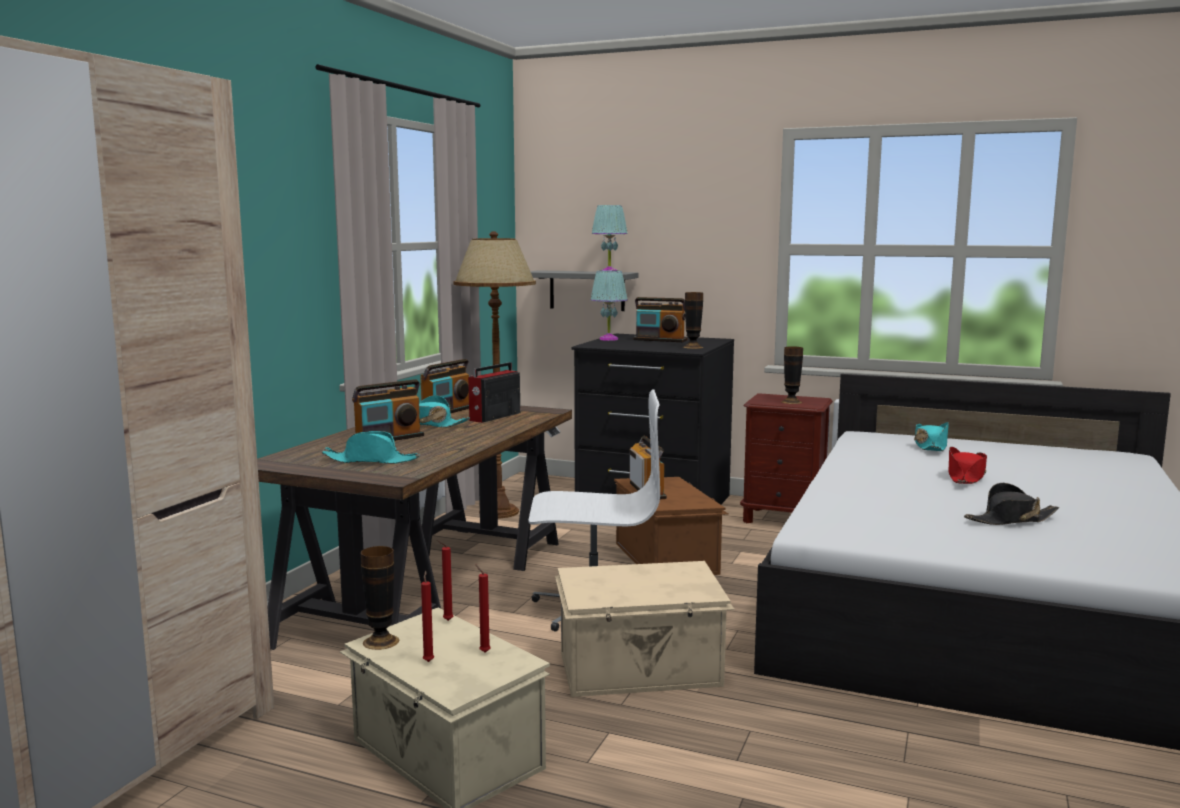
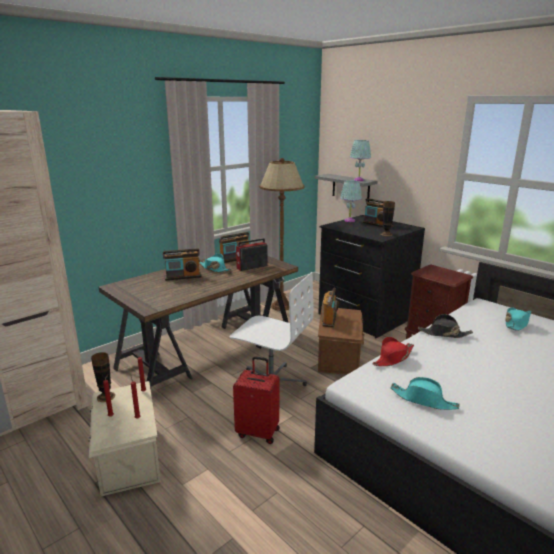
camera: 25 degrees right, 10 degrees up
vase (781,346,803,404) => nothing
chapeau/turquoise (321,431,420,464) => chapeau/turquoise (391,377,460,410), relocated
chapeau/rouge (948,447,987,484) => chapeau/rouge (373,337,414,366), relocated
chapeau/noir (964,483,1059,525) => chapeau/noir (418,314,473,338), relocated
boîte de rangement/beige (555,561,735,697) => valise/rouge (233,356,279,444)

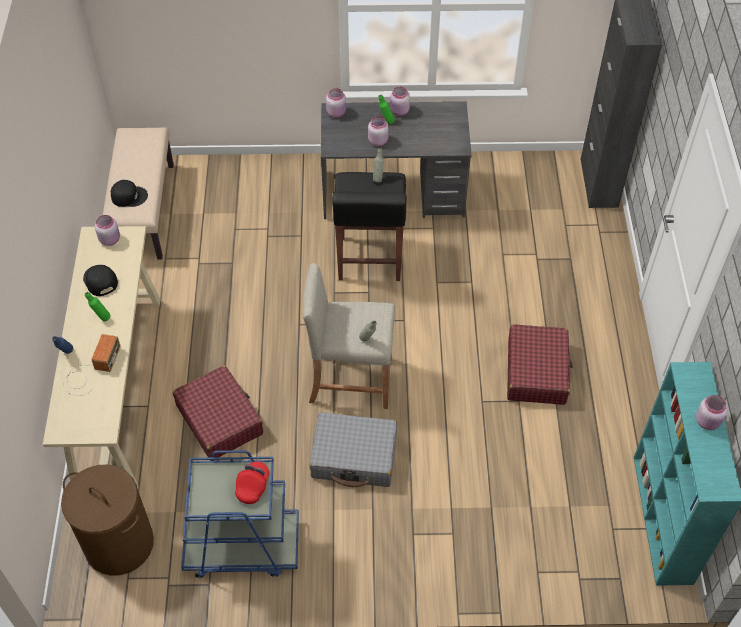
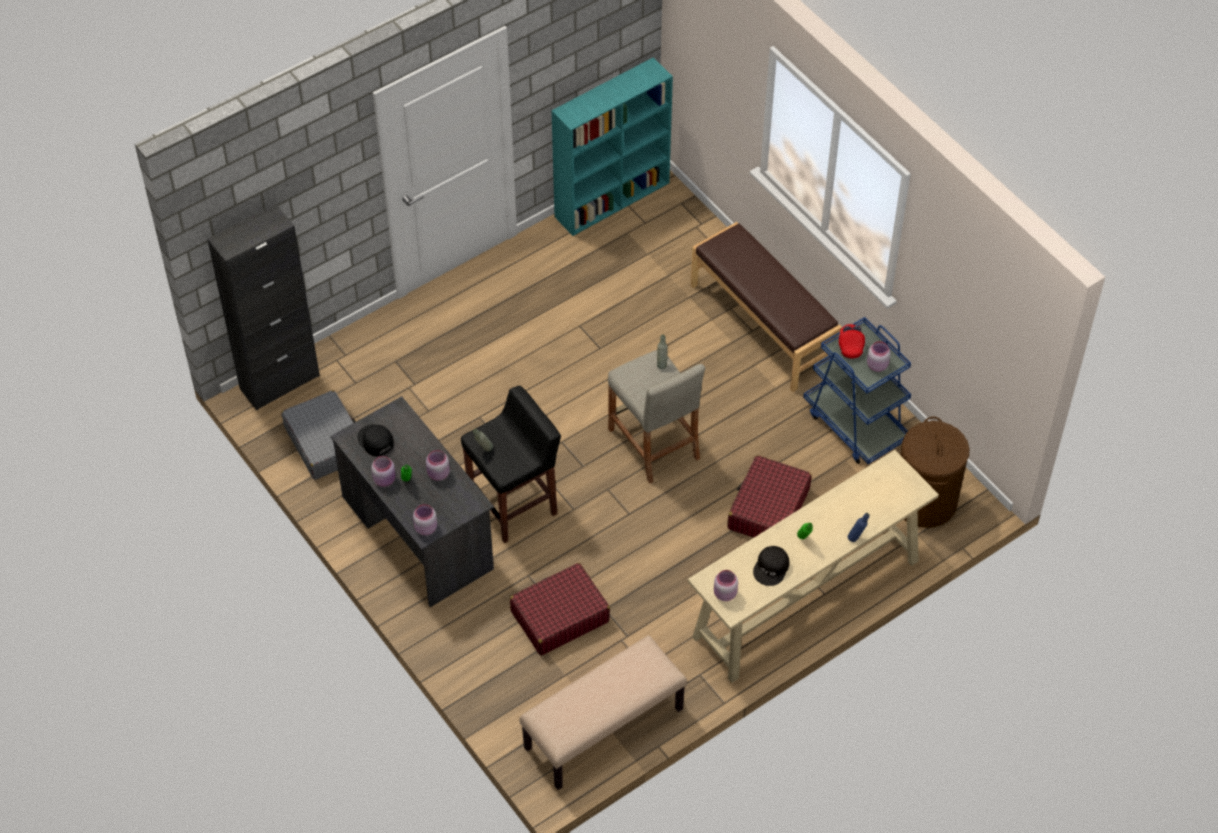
camera: 125 degrees left, 0 degrees up
casquette/noir (111,180,148,207) => casquette/noir (357,424,394,456), relocated
valise/rouge (507,324,573,405) => valise/rouge (510,563,610,656), relocated
radio (63,334,121,396) => nothing
bocal/rose (696,395,727,430) => bocal/rose (867,341,891,372), relocated
valise/gris (309,412,397,487) => valise/gris (281,390,356,480), relocated
casquette/rouge (235,461,269,504) => casquette/rouge (839,324,865,359), 105 degrees clockwise
nothing => banc/marron (691,222,842,392)

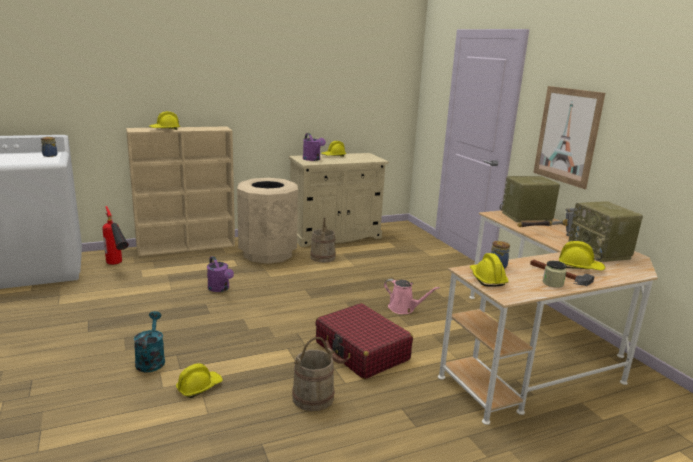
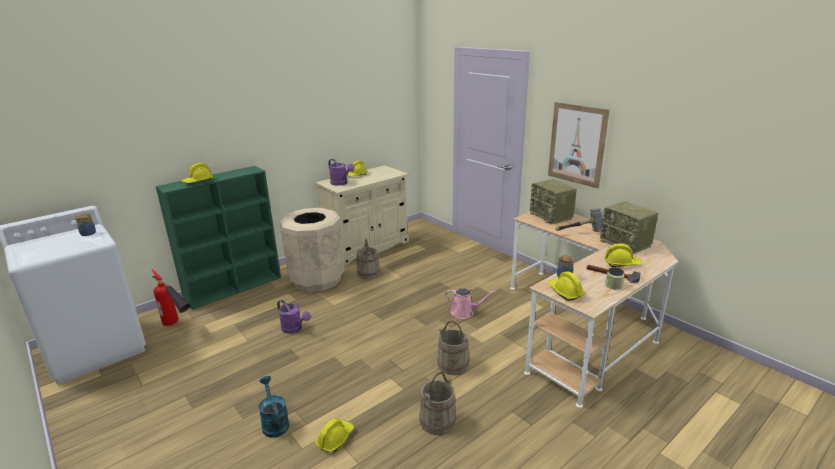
camera: 15 degrees left, 5 degrees up
bibliothèque/beige (126,126,235,256) => bibliothèque/vert (156,166,281,310)
radio (500,176,560,222) => radio (530,179,577,224), 90 degrees counterclockwise
valise/rouge (315,303,413,379) => seau/beige (437,321,469,375)

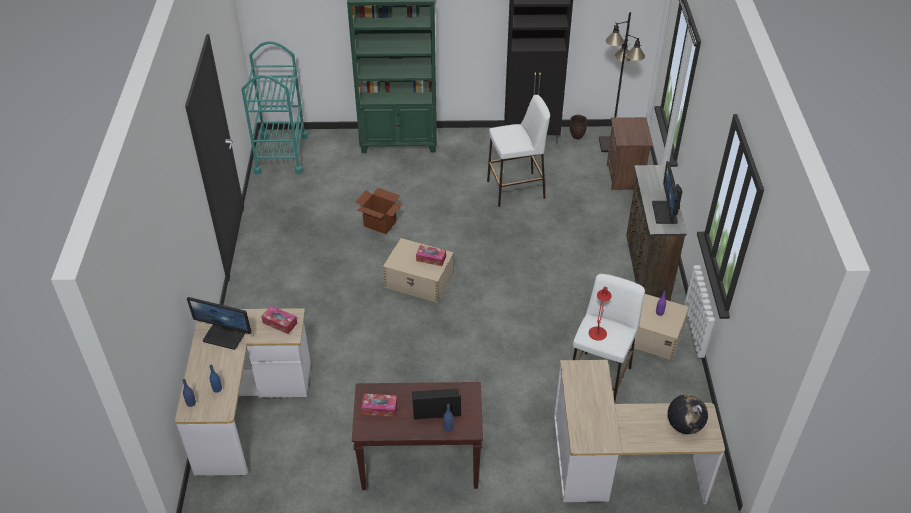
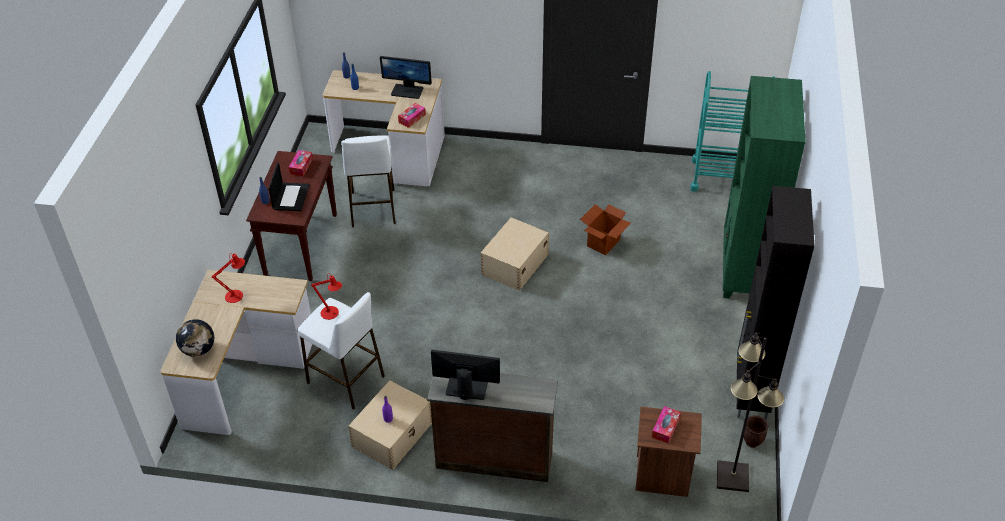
camera: 100 degrees right, 0 degrees up
tabouret/blanc (487,95,550,207) => tabouret/blanc (341,135,396,227), relocated
boîte à mouchoirs (416,245,446,266) => boîte à mouchoirs (652,406,681,443), relocated
écran d'ordinateur (187,297,251,350) => écran d'ordinateur (380,56,432,99), 105 degrees counterclockwise
nothing => lampe de table/rouge (212,253,245,303)

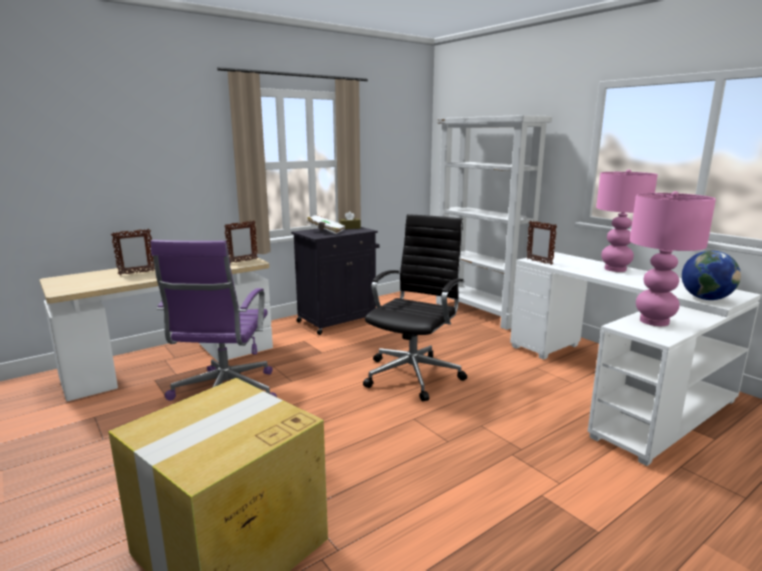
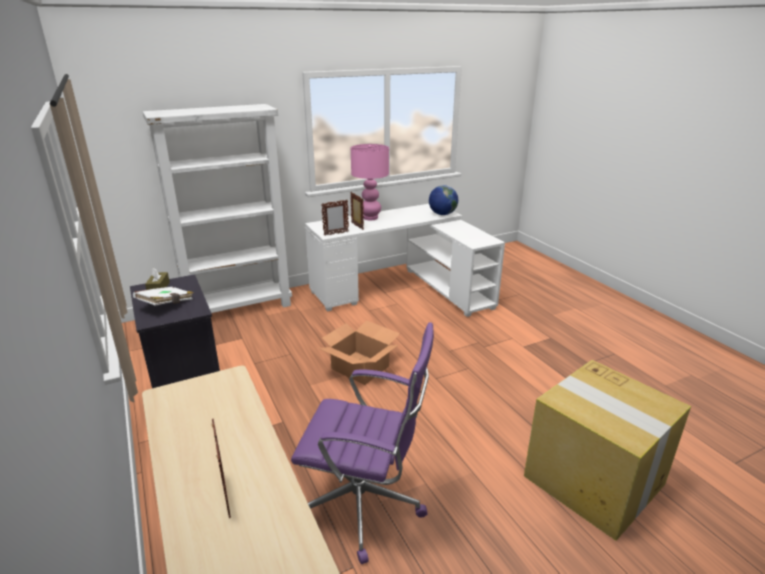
camera: 80 degrees left, 10 degrees up
lampe de table/rose (630,191,716,326) => nothing
chaise de bureau/noir (363,214,467,401) => carton (318,320,400,385)
cadre photo (224,220,258,263) => cadre photo (351,192,364,230), relocated

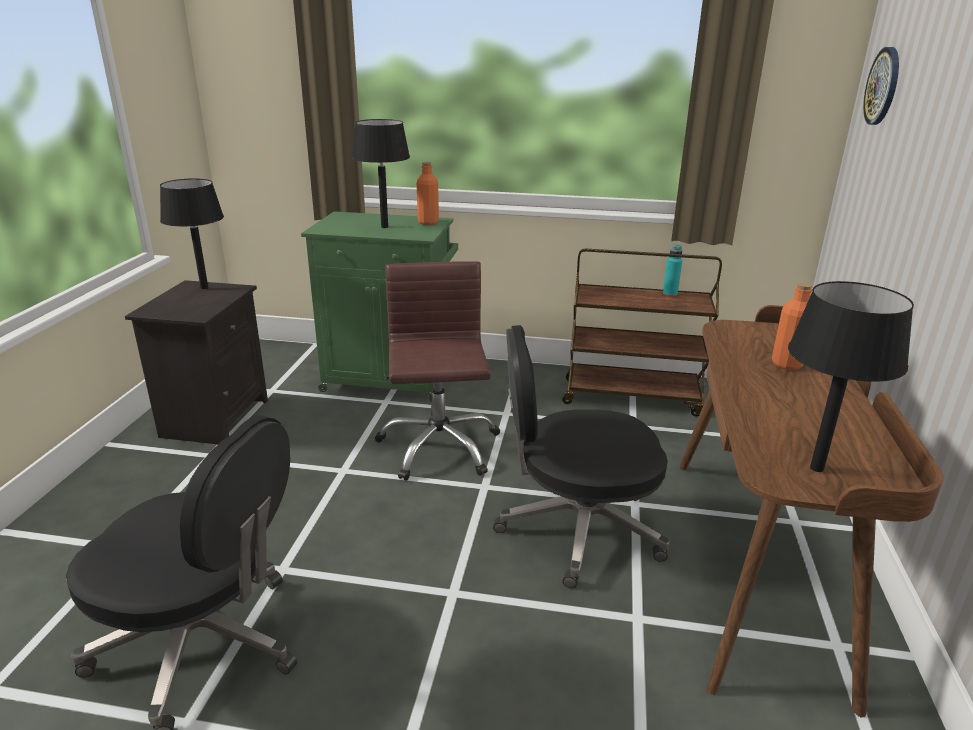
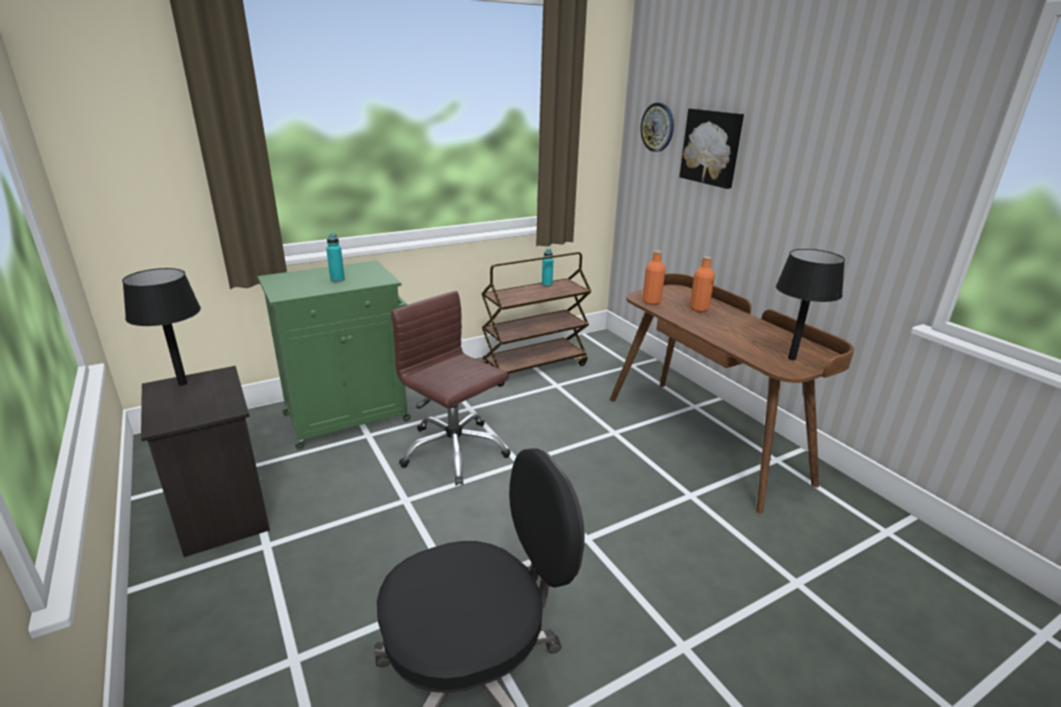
camera: 40 degrees left, 0 degrees up
lampe de table/noir (352,119,410,228) => bouteille/turquoise (326,233,345,282)
bouteille/orange (417,162,439,225) => bouteille/orange (642,250,666,305), relocated
chaise de bureau/noir (493,325,669,588) => nothing
nothing => tableau (679,108,744,189)

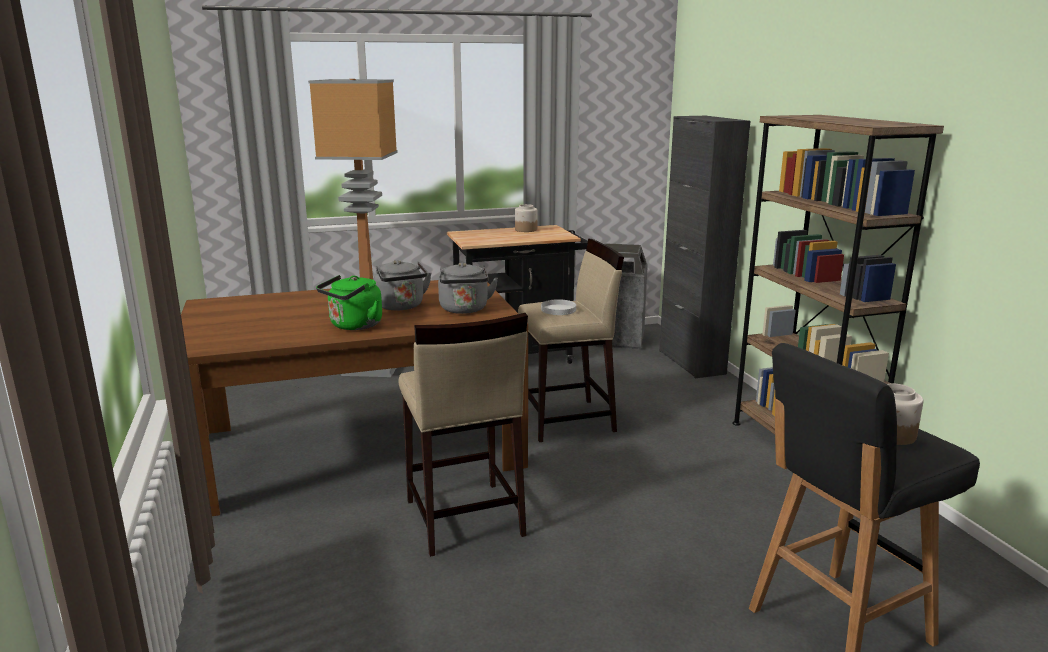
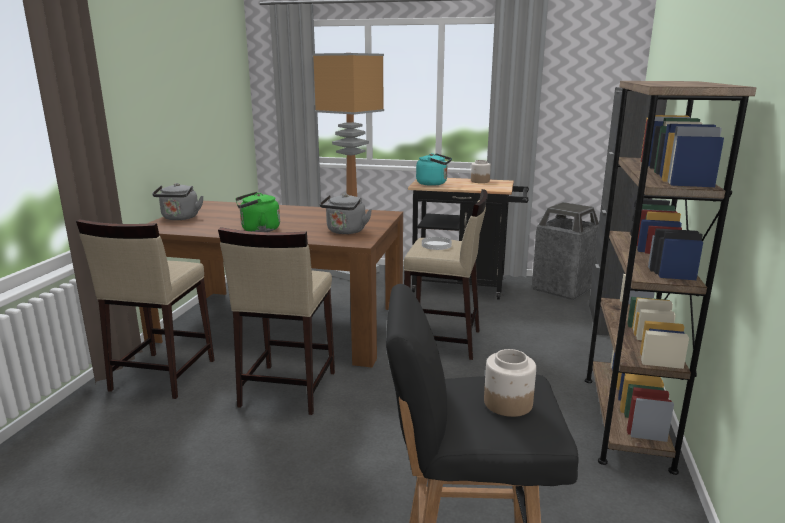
camera: 30 degrees right, 0 degrees up
bouilloire/gris (374,260,432,310) => bouilloire/gris (152,183,204,220), relocated
nothing => bouilloire/turquoise (416,153,452,186)
nothing => tabouret/beige (76,219,214,399)

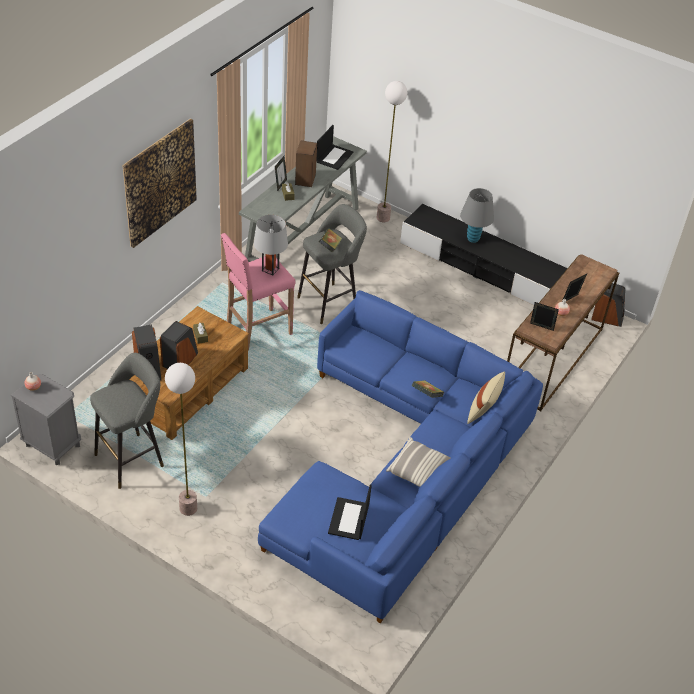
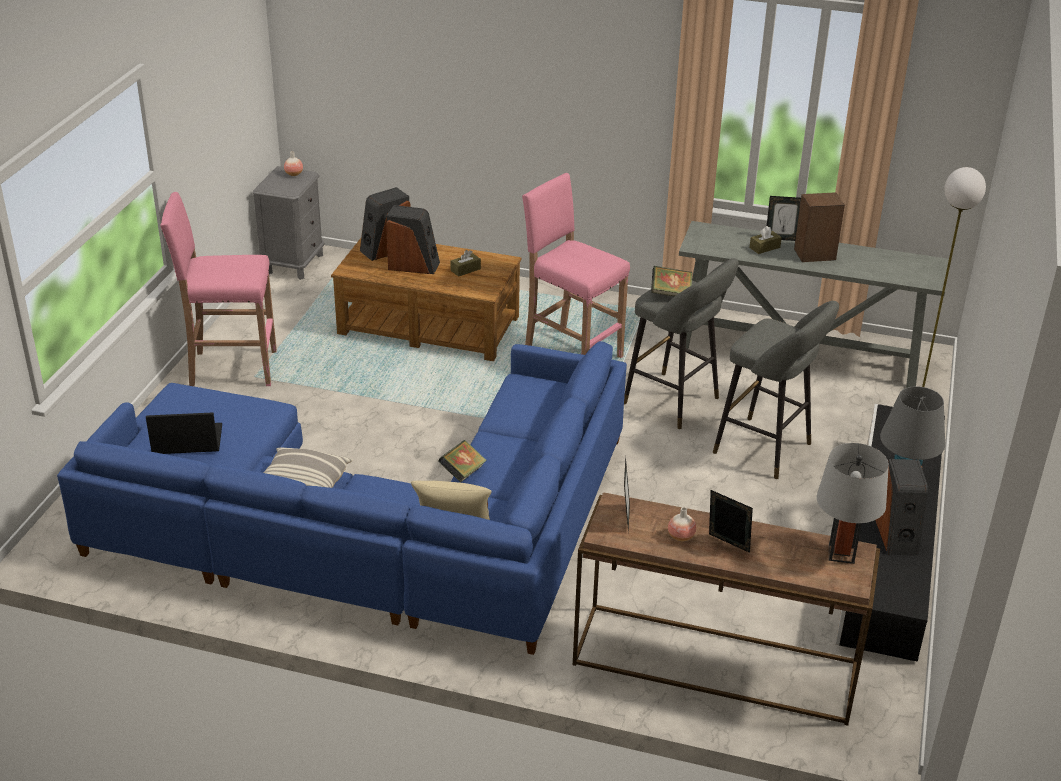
camera: 75 degrees right, 10 degrees down
tableau (122,119,197,248) => nothing
ordinateur portable (316,125,353,170) => nothing
lampe de table/gris (254,215,288,275) => lampe de table/gris (817,443,889,564), relocated
enceinte (591,283,625,327) => enceinte (875,459,928,555), relocated
tabouret/gris (90,353,164,489) => tabouret/gris (713,301,839,479), relocated
lampadaire (165,363,197,516) => tabouret/rose (160,192,277,386)

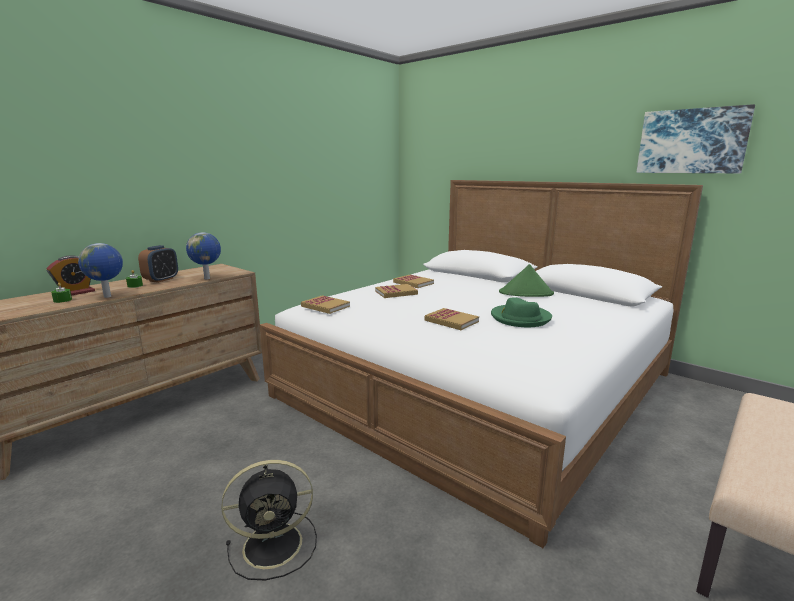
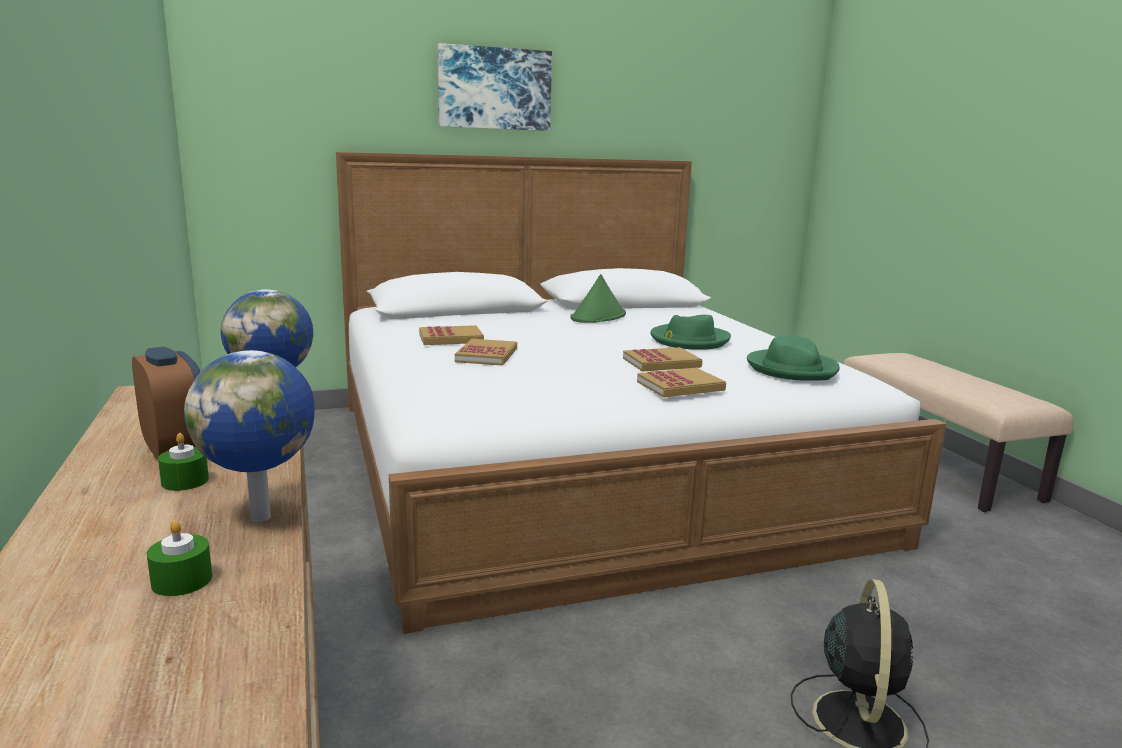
camera: 60 degrees left, 0 degrees up
tableau (637,104,755,173) => tableau (437,43,552,131), relocated
réveil (46,256,95,296) => nothing
livre (301,295,350,314) => livre (637,368,726,398), relocated
nothing => chapeau/vert (747,335,840,381)

